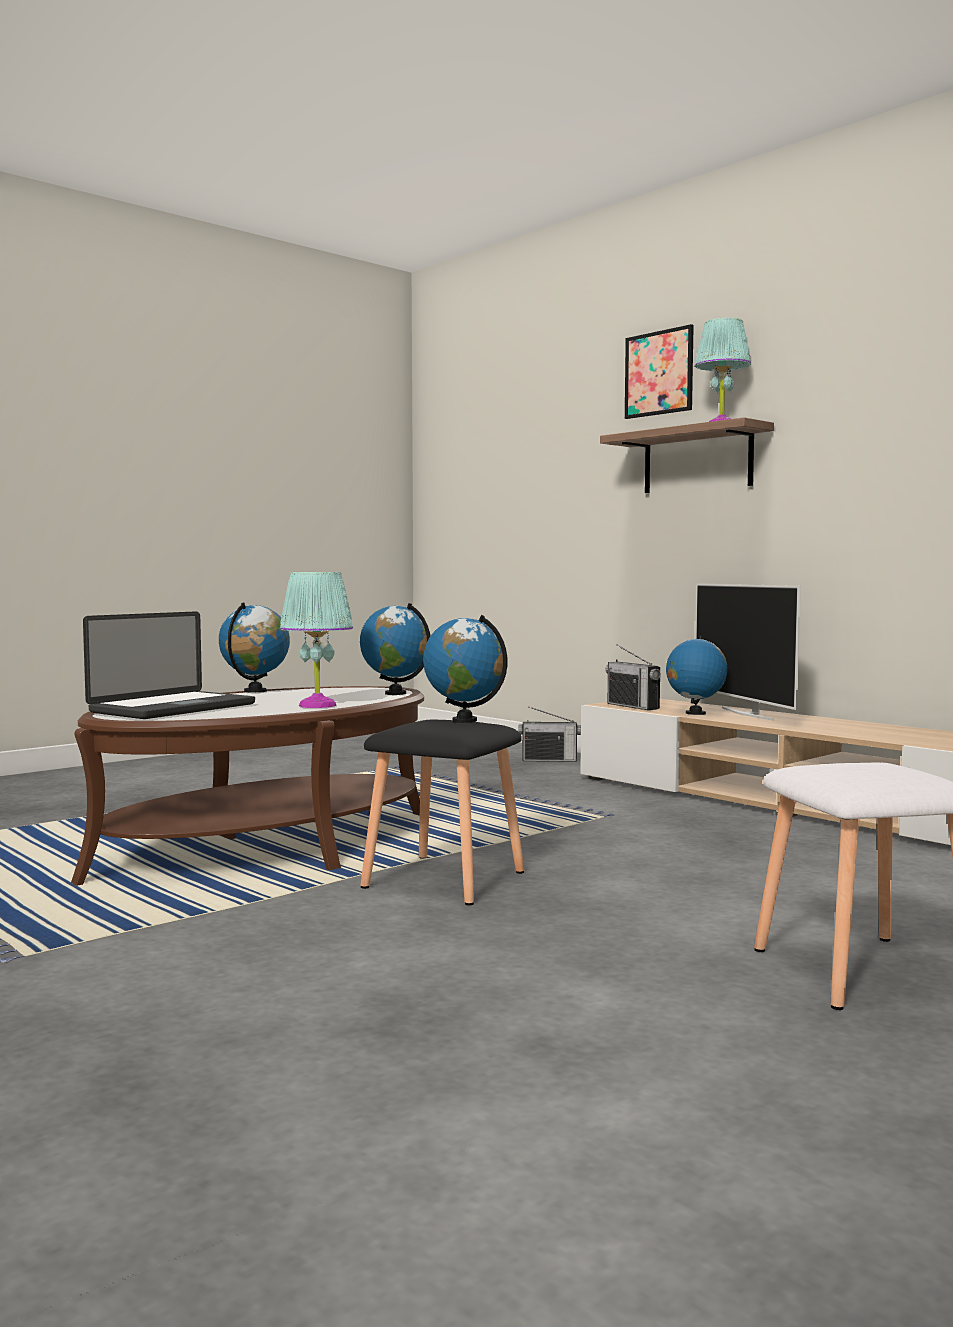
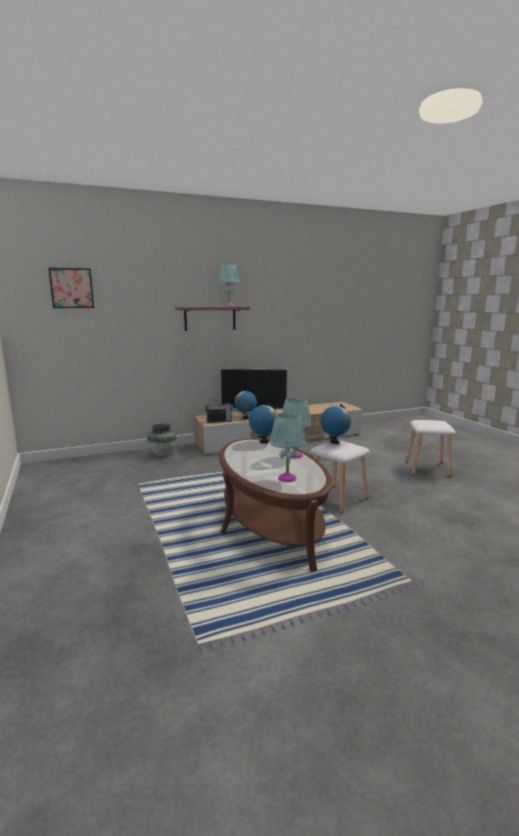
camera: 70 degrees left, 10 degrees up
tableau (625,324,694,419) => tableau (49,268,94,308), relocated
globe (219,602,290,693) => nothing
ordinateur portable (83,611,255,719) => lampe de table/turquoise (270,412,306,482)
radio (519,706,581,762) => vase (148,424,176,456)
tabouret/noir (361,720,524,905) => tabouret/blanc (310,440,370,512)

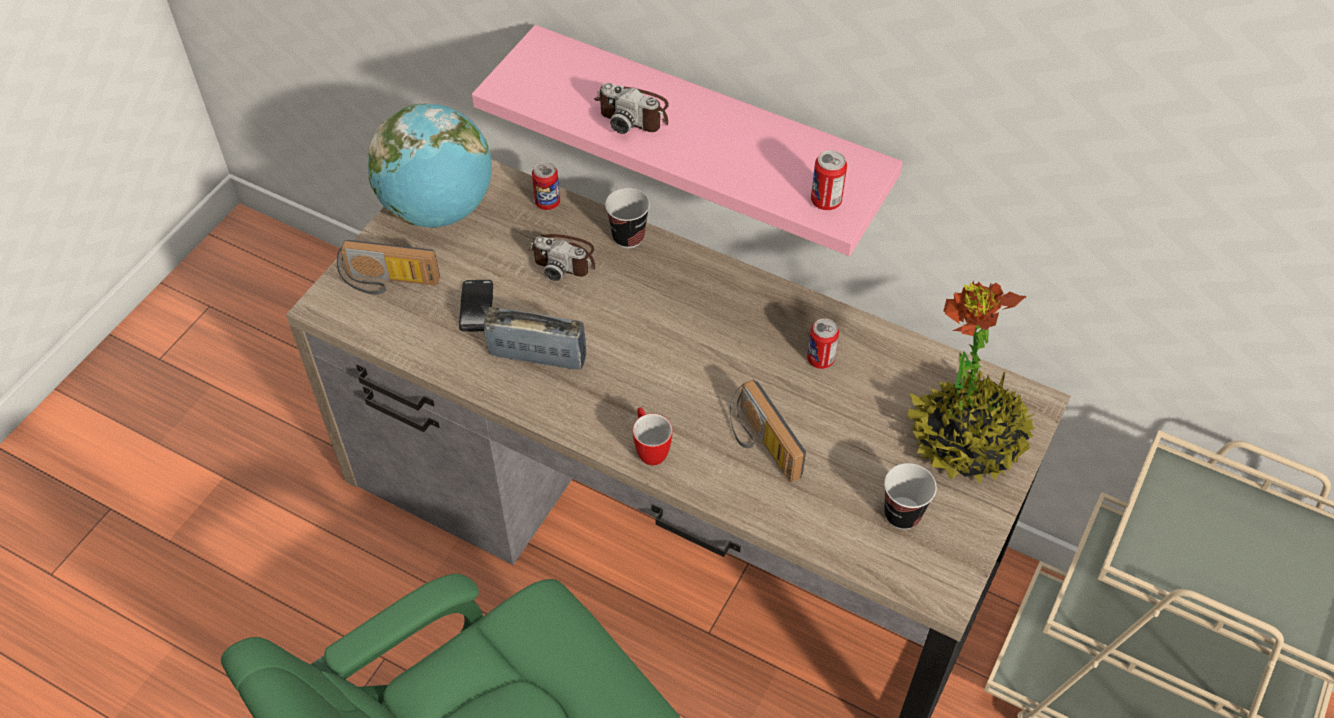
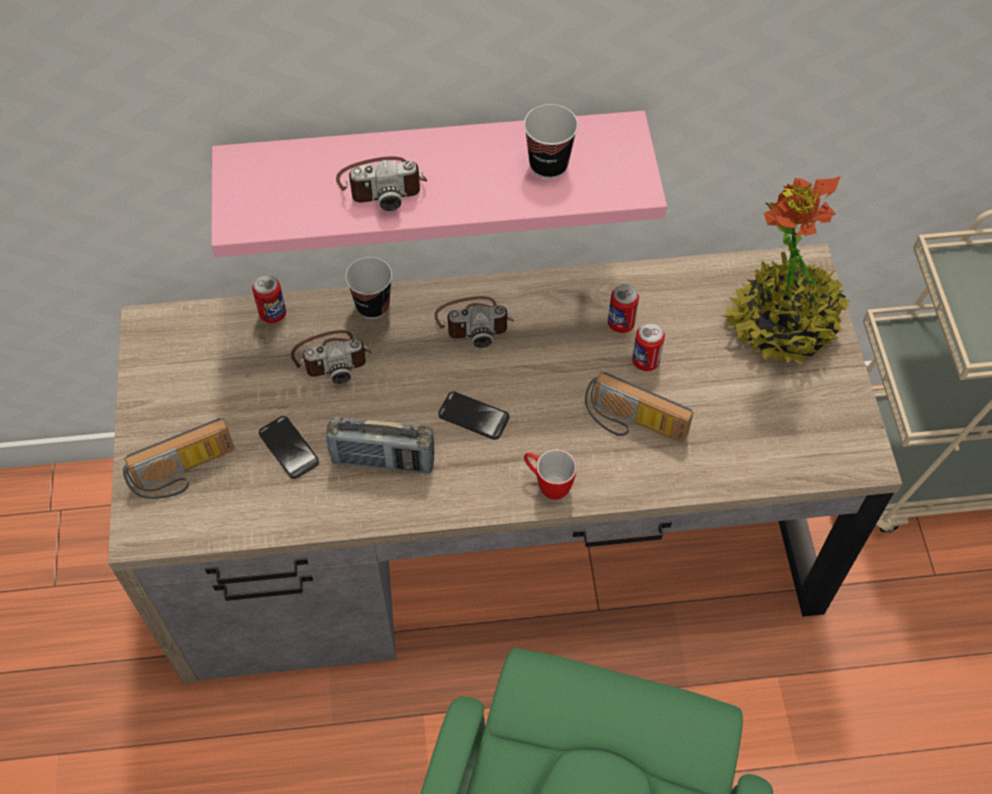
camera: 35 degrees left, 5 degrees up
globe (368,104,492,228) => nothing
boîte métallique (811,150,847,210) => boîte métallique (632,322,665,371), relocated
radio (483,307,586,370) => radio (326,417,434,473), 150 degrees counterclockwise
tasse (884,463,937,529) => tasse (524,104,578,179), relocated
nothing => appareil photo (434,296,514,348)
nothing => téléphone (438,391,509,440)

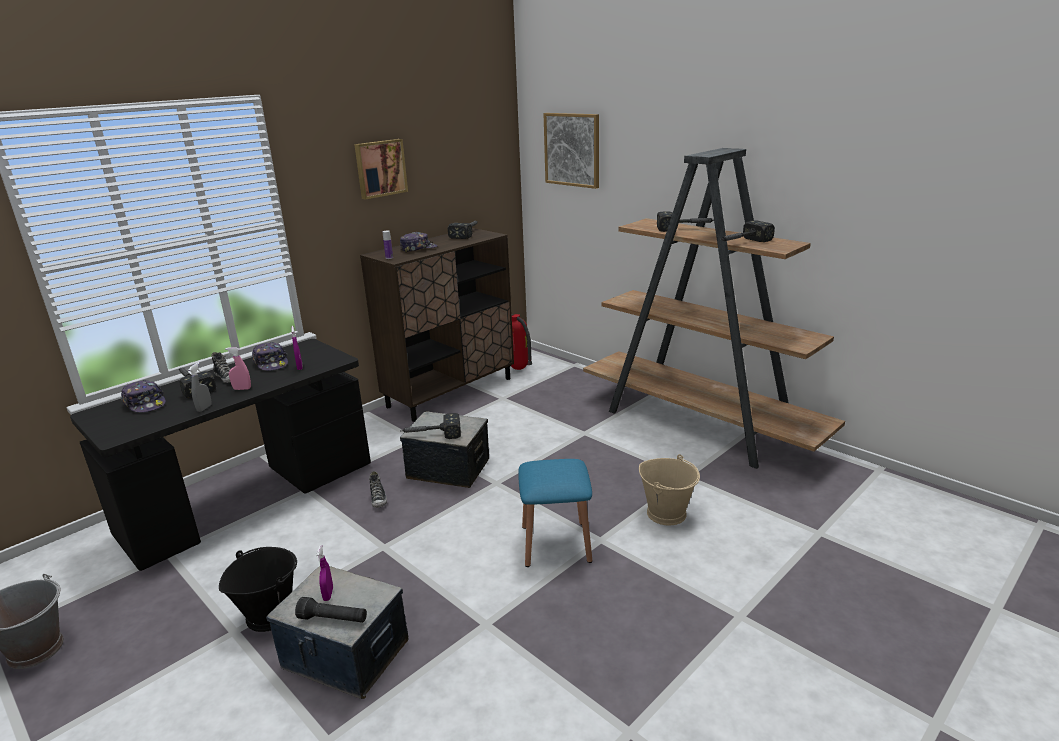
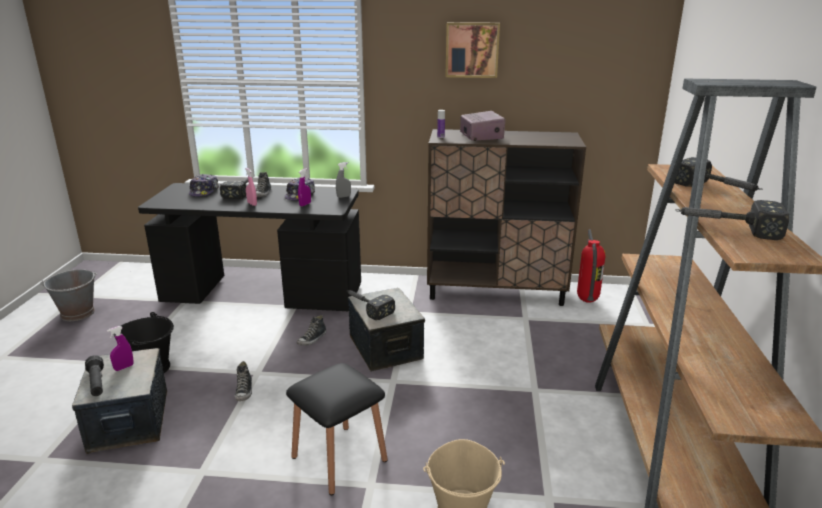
camera: 50 degrees right, 0 degrees up
tableau (543,113,599,189) => nothing
marteau (448,221,477,239) => nothing
casquette (400,232,437,253) => radio (460,111,506,141)
vaporisateur/gris (189,362,211,412) => vaporisateur/gris (336,162,351,198), relocated
tabouret/bleu (518,459,592,567) => tabouret/noir (286,363,388,495)
nothing => chaussure (235,361,252,401)

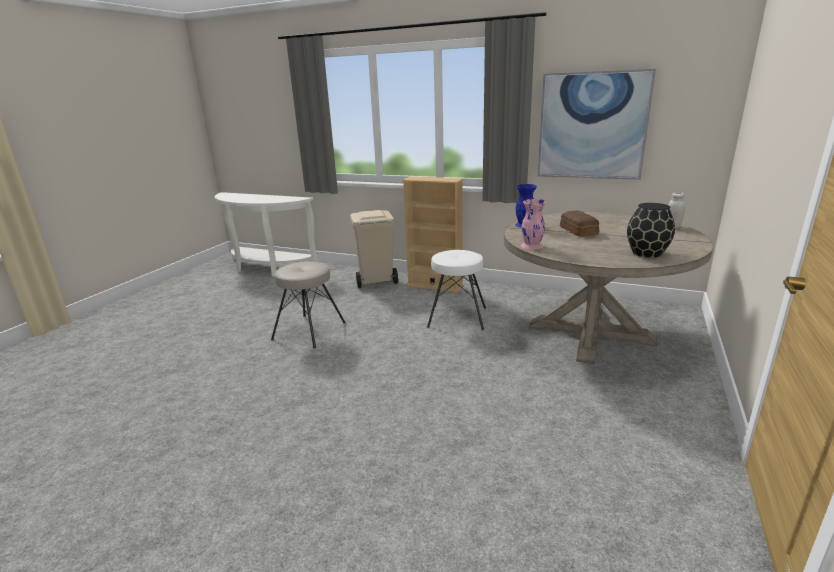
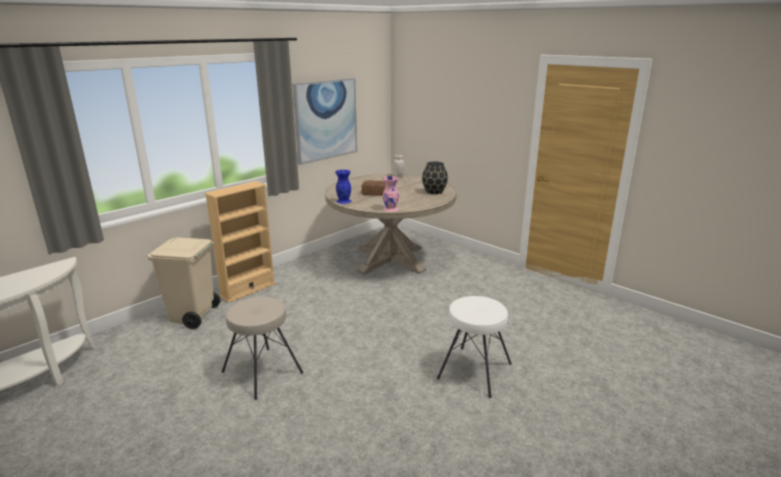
camera: 70 degrees left, 0 degrees up
tabouret/blanc (427,250,486,330) => tabouret/blanc (437,296,512,398), relocated

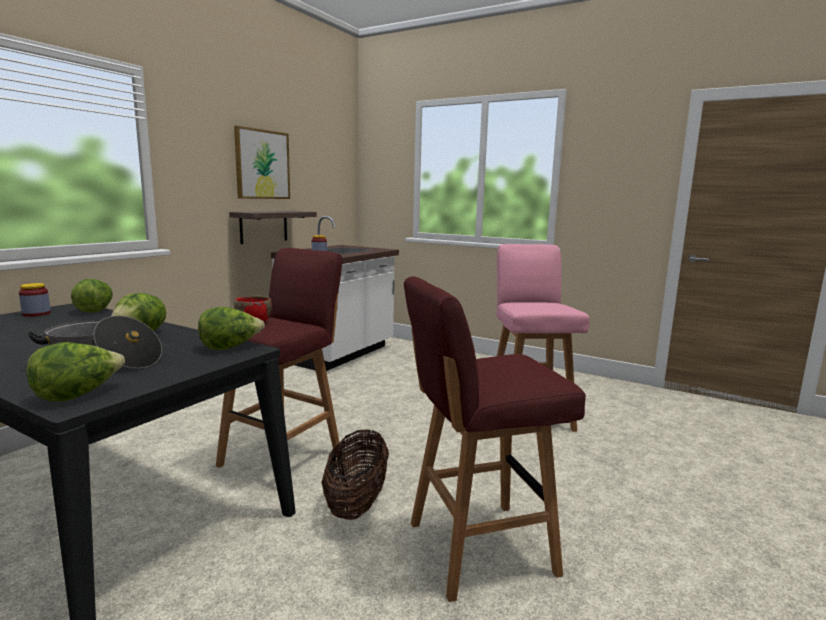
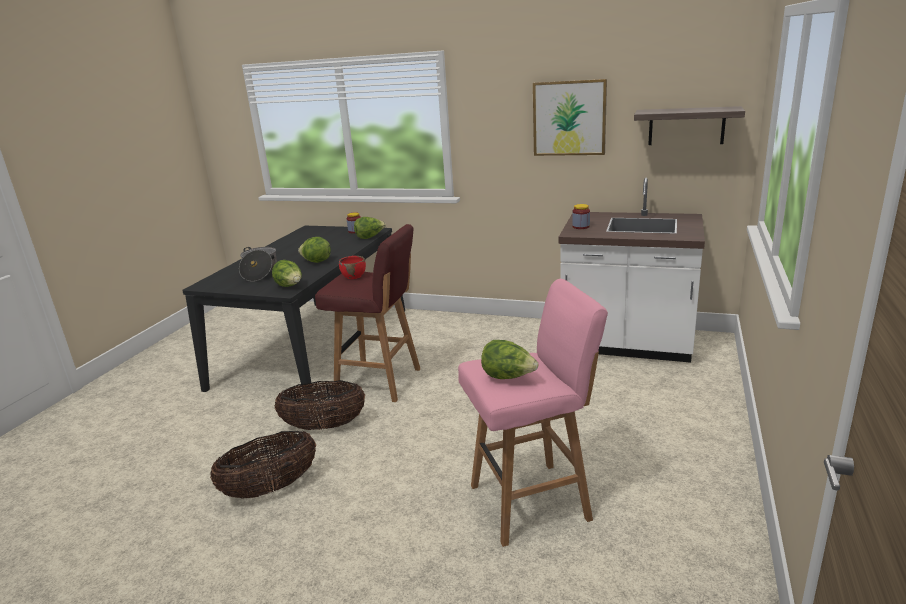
camera: 80 degrees right, 10 degrees up
étagère (229,211,317,244) => étagère (634,106,745,145), relocated
tabouret/rouge (404,276,586,602) => panier (210,430,316,499)
laitue (26,342,125,401) => laitue (481,340,538,379), relocated

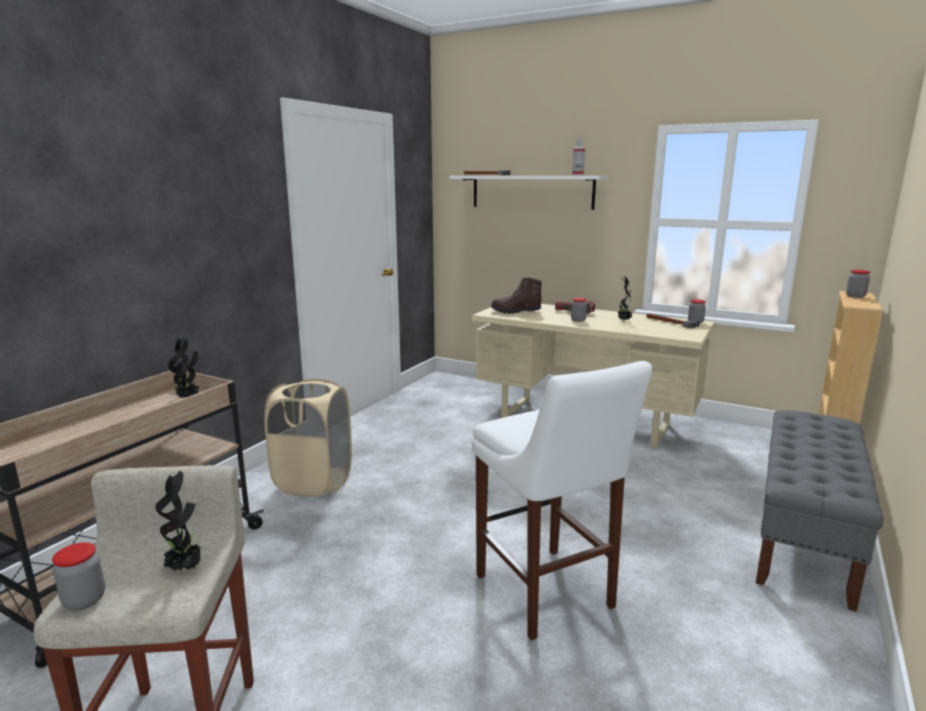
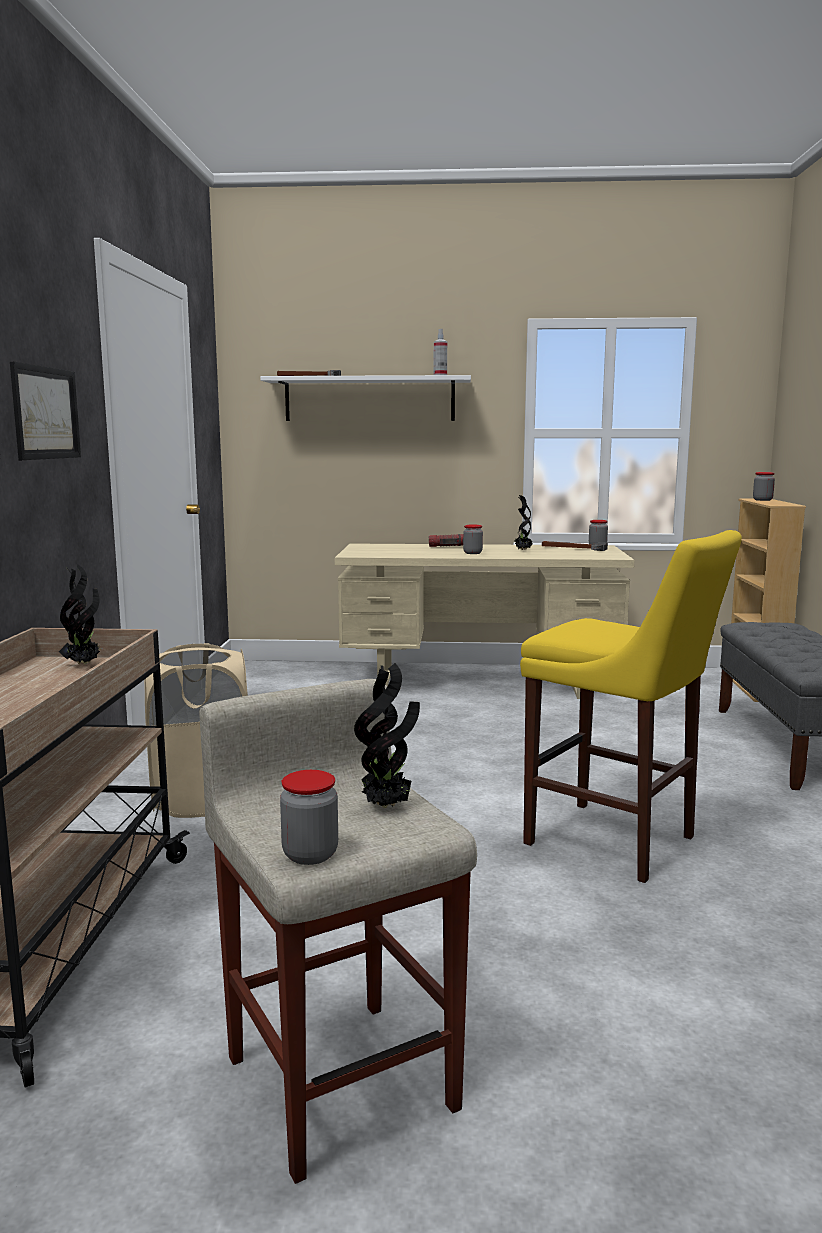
camera: 25 degrees left, 5 degrees down
botte/marron (491,277,542,314) => nothing
tabouret/blanc (472,361,652,640) => tabouret/jaune (520,530,742,883)
nothing => tableau (10,361,81,460)

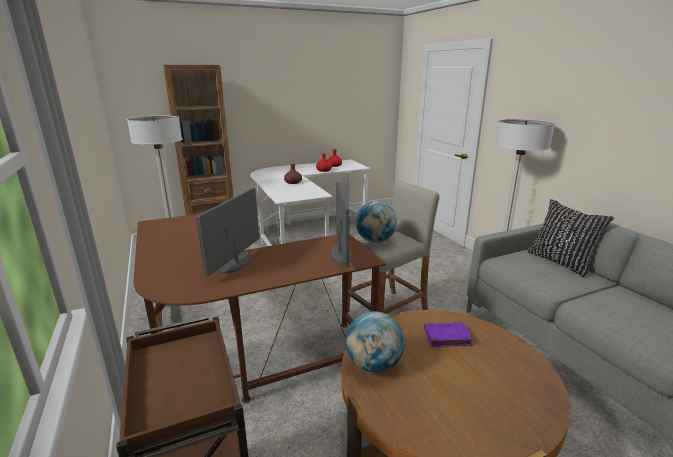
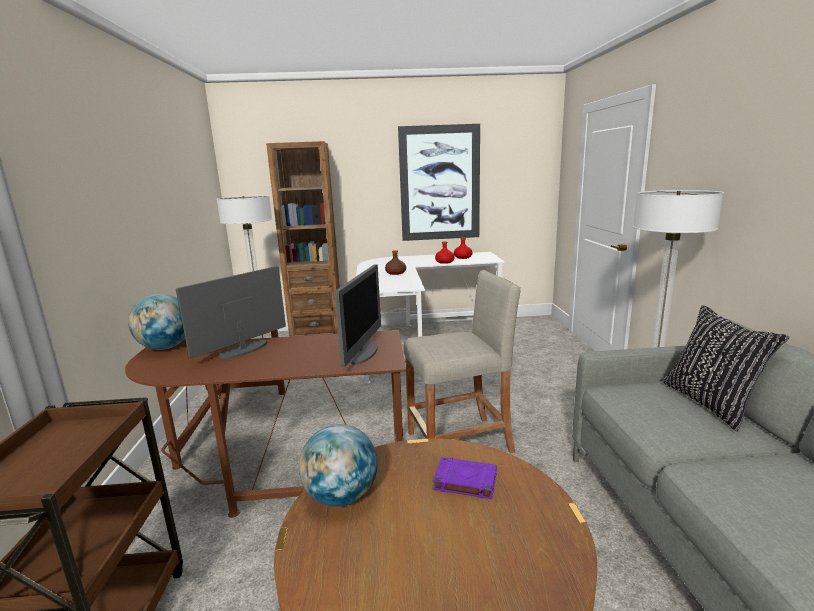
camera: 20 degrees right, 5 degrees down
globe (355,201,397,243) => globe (128,294,185,350), relocated
nothing => tableau (398,124,480,241)

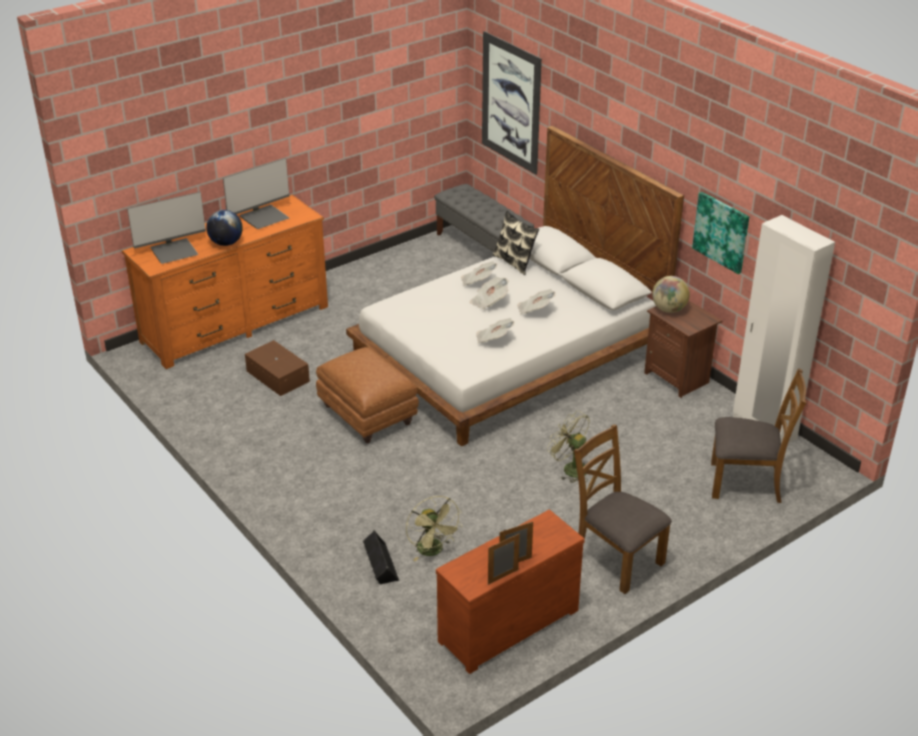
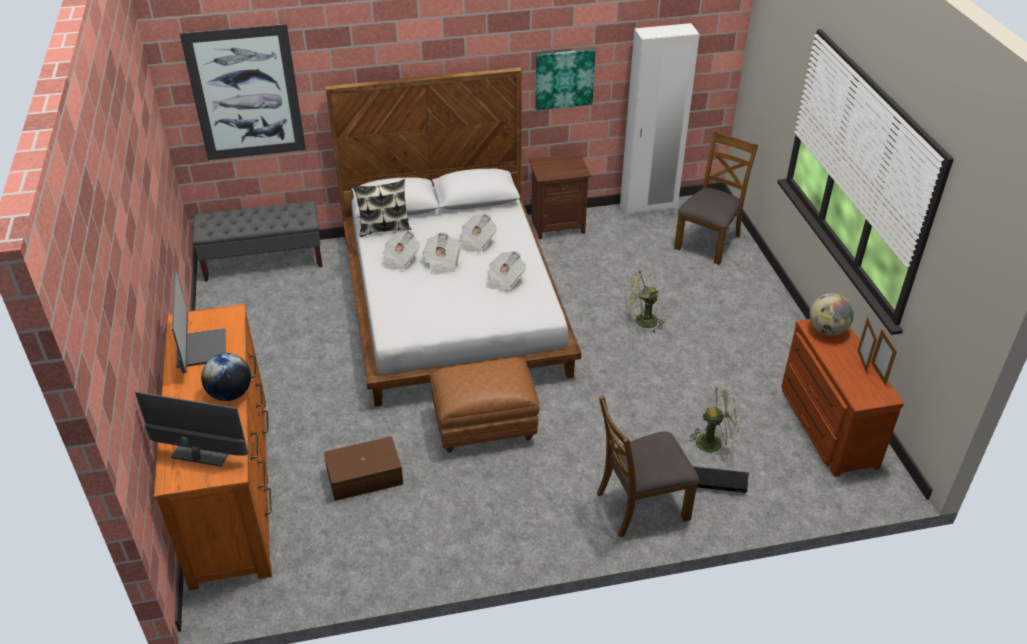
camera: 65 degrees left, 5 degrees up
écran d'ordinateur (127,192,206,264) => écran d'ordinateur (135,392,248,467), 75 degrees counterclockwise
globe (652,276,690,313) => globe (809,293,854,336), relocated
chaise/marron (574,425,672,594) => chaise/marron (597,395,699,537), relocated

